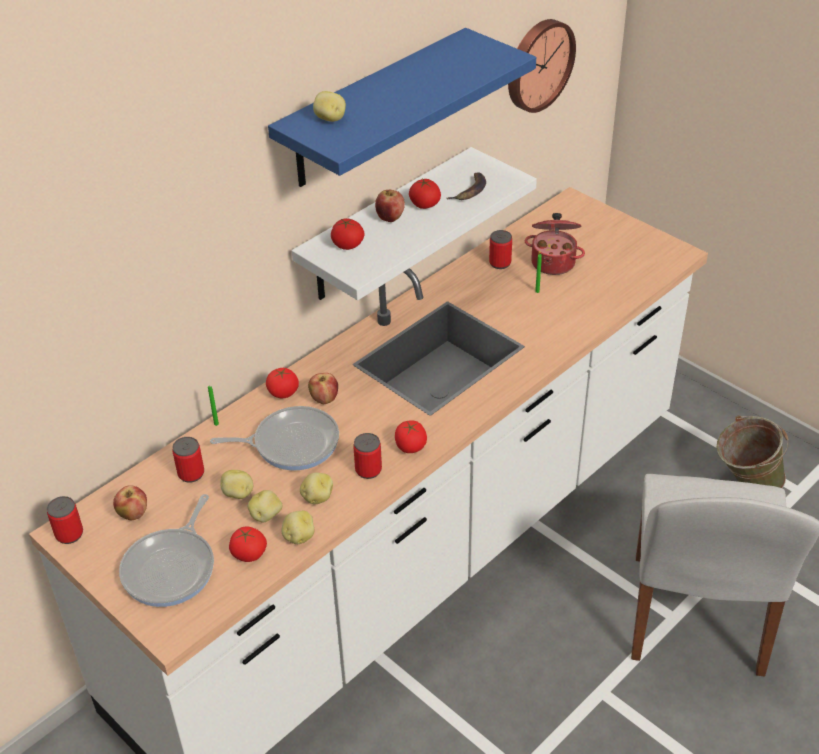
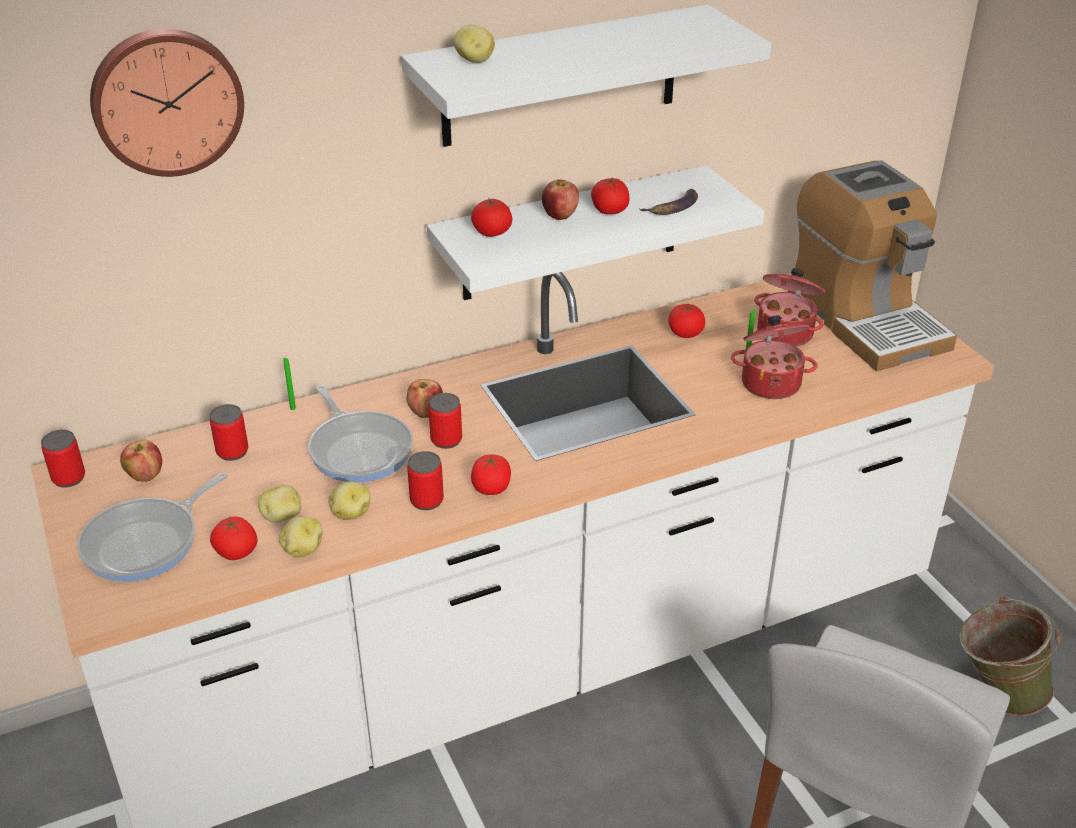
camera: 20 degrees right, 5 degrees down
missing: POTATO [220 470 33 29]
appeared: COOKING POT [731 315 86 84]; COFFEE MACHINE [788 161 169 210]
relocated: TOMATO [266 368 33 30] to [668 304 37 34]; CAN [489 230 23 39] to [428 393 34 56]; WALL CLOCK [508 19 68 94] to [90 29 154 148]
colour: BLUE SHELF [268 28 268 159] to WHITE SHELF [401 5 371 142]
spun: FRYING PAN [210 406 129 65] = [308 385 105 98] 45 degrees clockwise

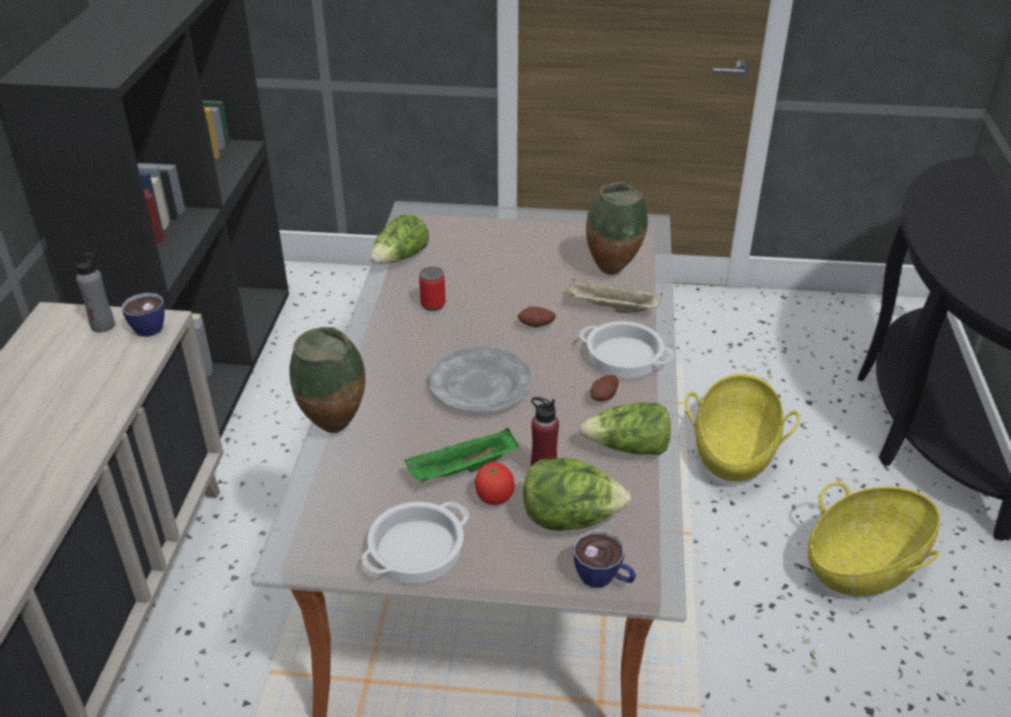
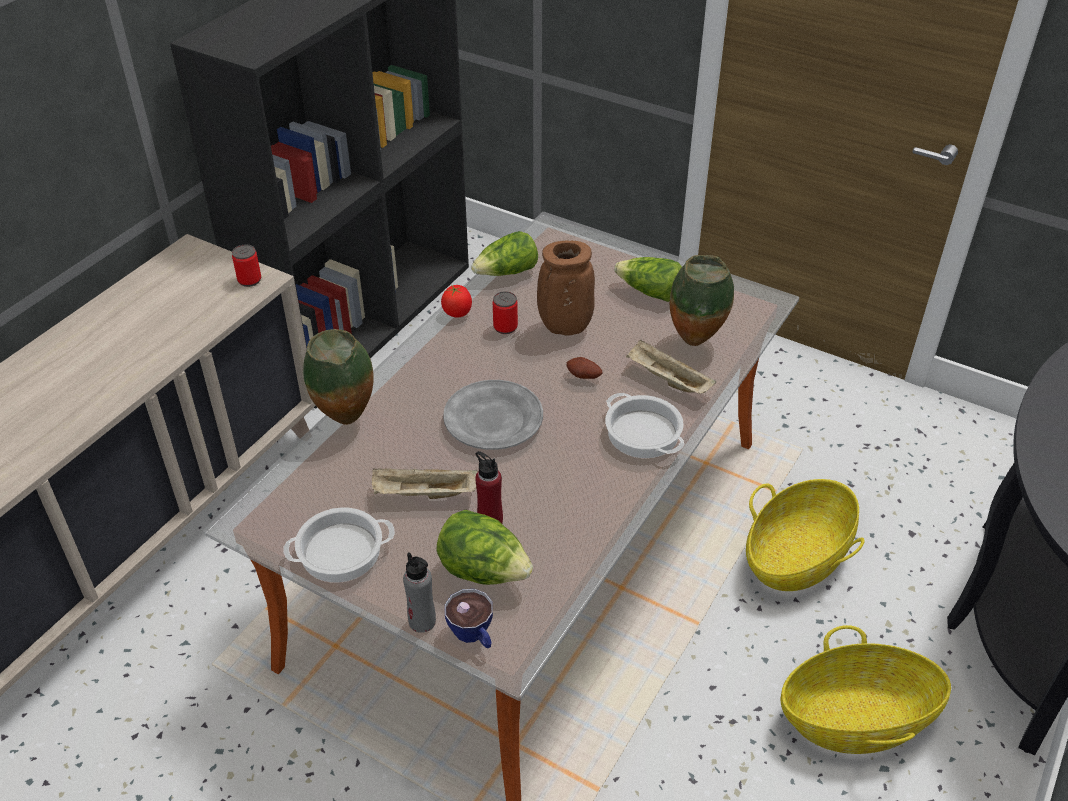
camera: 25 degrees right, 5 degrees up
missing: POTATO [591 375 28 26]
appeared: BROWN VASE [537 240 58 95]
relocated: GREY BOTTLE [75 253 40 80] to [403 552 33 81]; TOMATO [475 462 40 43] to [441 285 31 33]; LETTUCE [580 402 91 53] to [614 257 68 45]
exchanged: CUP [122 293 43 44] to CAN [232 244 29 43]
colour: GREEN TRAY [404 428 114 55] to BEIGE TRAY [372 468 106 31]

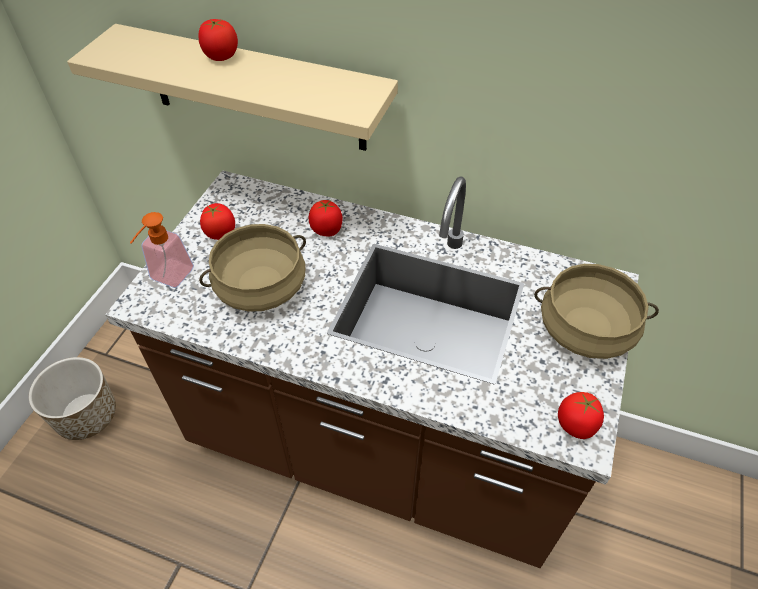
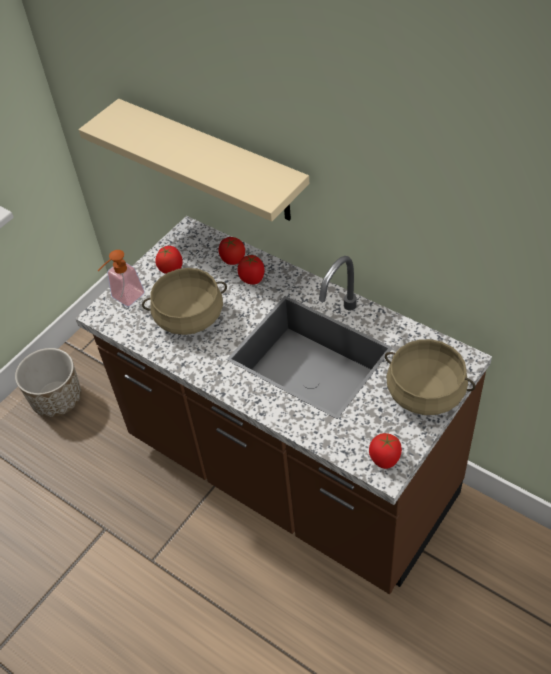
camera: 20 degrees right, 0 degrees up
relocated: TOMATO [198 19 40 42] to [219 237 26 28]

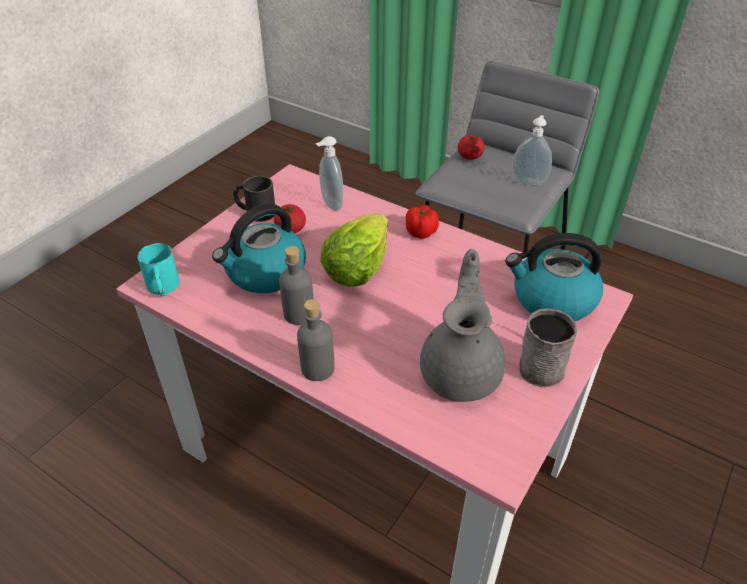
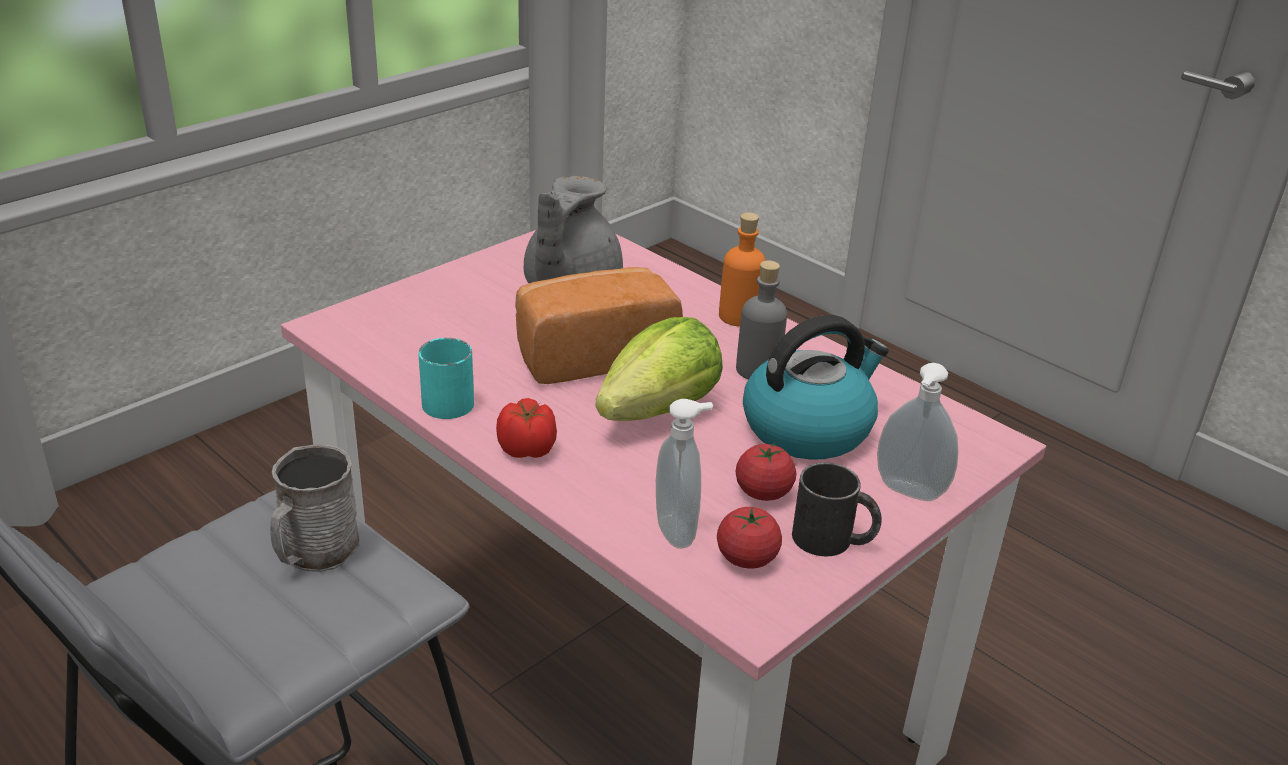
camera: 170 degrees left, 10 degrees down
missing: KETTLE [505 233 98 88]
appeared: BREAD [515 267 168 117]
relocated: TURQUOISE MUG [137 243 43 54] to [418 338 56 81]; TOMATO [458 134 27 26] to [717 507 65 62]; SOAP DISPENSER [512 115 40 70] to [877 363 81 138]; GREY MUG [519 308 58 80] to [270 445 90 127]
colour: GREY BOTTLE [297 299 38 82] to ORANGE BOTTLE [719 213 47 114]

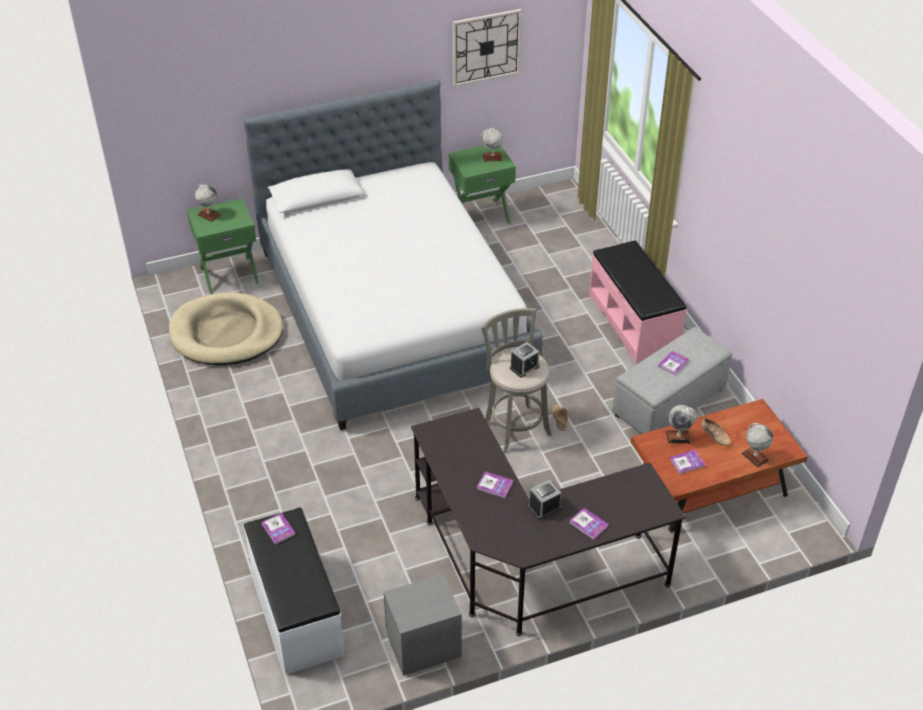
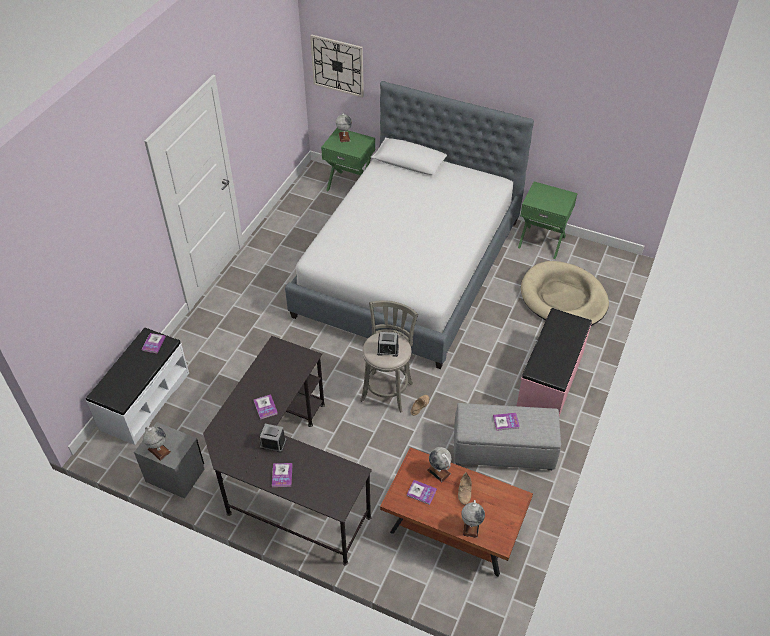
camera: 45 degrees right, 5 degrees up
relocated: BEIGE DOG BED [169 292 114 73] to [521 261 88 65]; WALL CLOCK [453 9 69 78] to [310 34 54 64]; GLOBE [481 128 22 33] to [143 426 28 35]

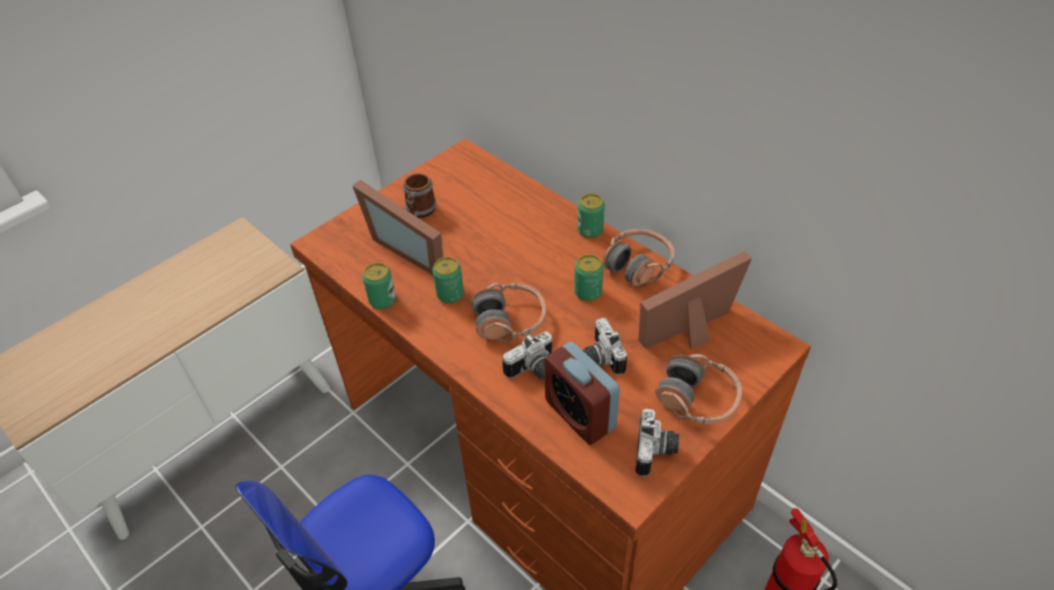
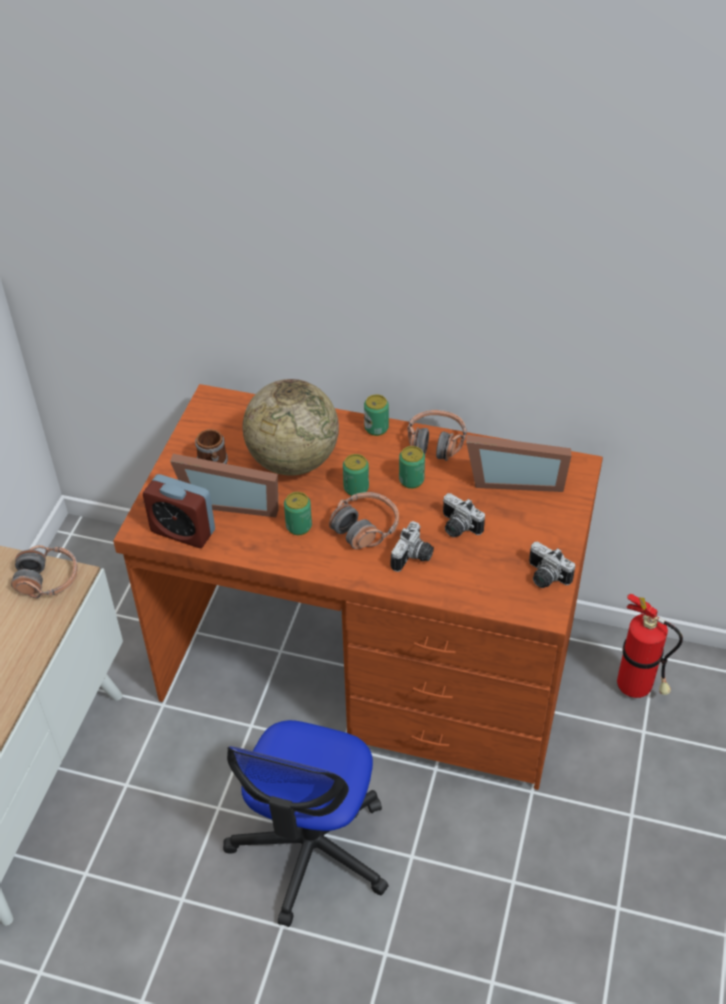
camera: 30 degrees left, 0 degrees up
appeared: GLOBE [243 379 96 97]
relocated: CAN [362 263 34 47] to [343 454 26 42]; ALARM CLOCK [544 341 76 104] to [143 474 72 74]; HEADPHONES [655 354 87 70] to [11 545 67 53]
spun: PHOTO CAMERA [635 409 44 68] = [529 542 46 46] 150 degrees clockwise; PICTURE FRAME [639 250 113 99] = [466 435 105 57] 120 degrees counterclockwise

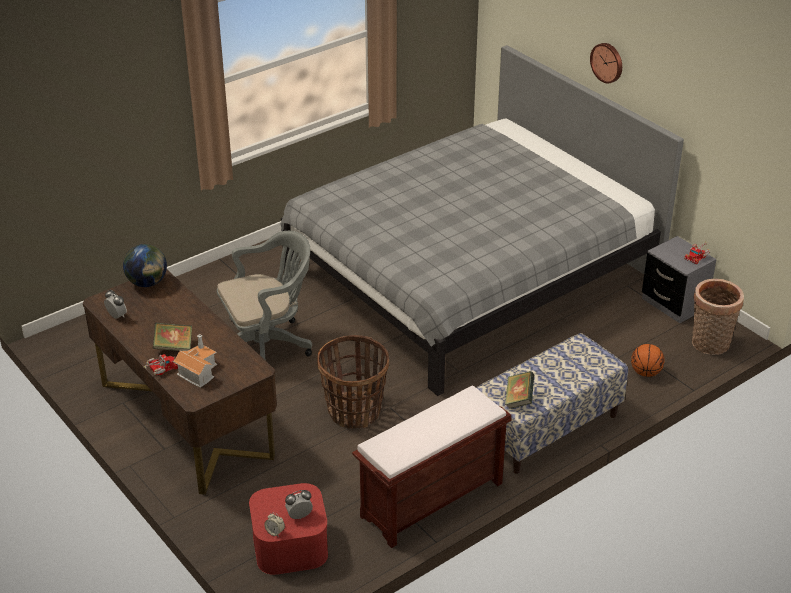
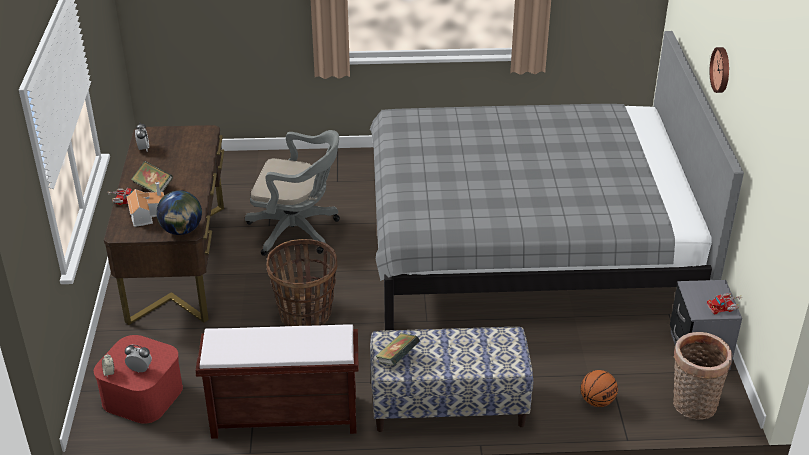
camera: 35 degrees right, 0 degrees up
relocated: GLOBE [123 244 44 43] to [156 190 46 45]

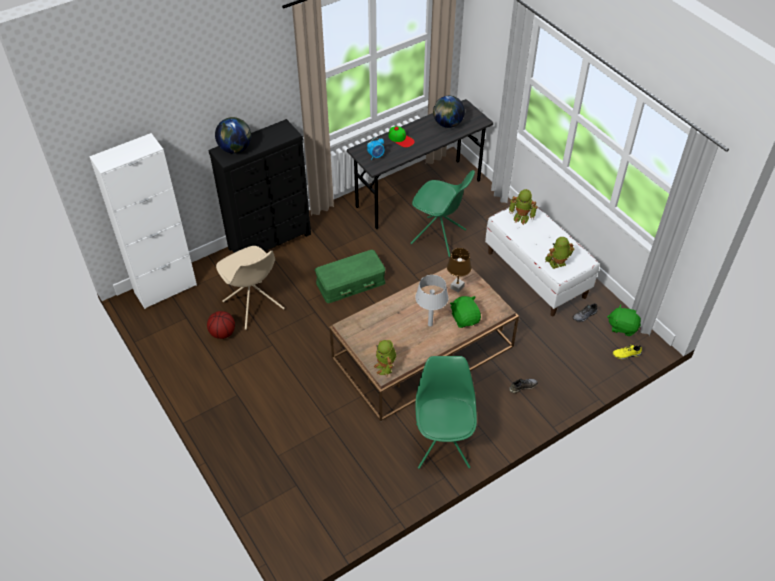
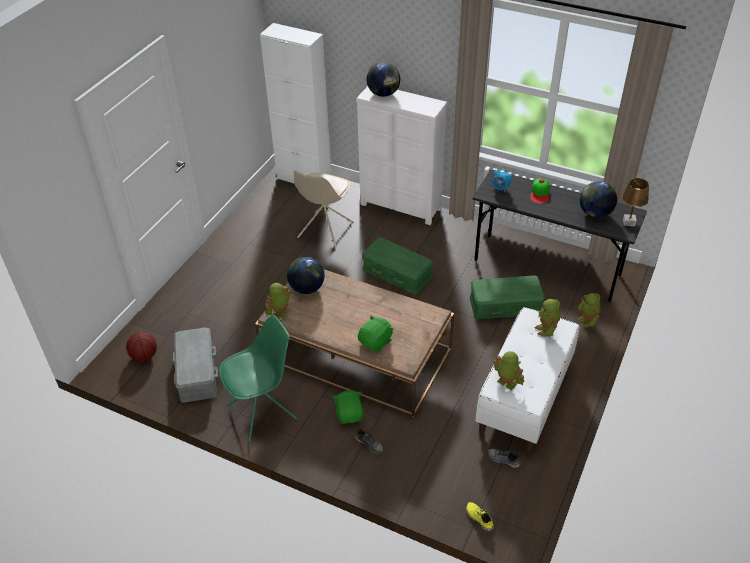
camera: 60 degrees right, 5 degrees down
missing: GREY TABLE LAMP [415 275 33 52]
appeared: GREY STORAGE BOX [173 327 45 76]; GLOBE [287 257 38 37]; TOY ROBOT [576 293 24 35]
relocated: BASKETBALL [207 311 28 28] to [126 332 31 30]; BROWN TABLE LAMP [447 248 25 45] to [622 178 27 48]; GREEN PLUSH TOY [607 305 34 31] to [333 390 31 34]
exchanged: GREEN CHAIR [411 170 64 87] to GREEN STORAGE BOX [470 276 75 44]
colour: BLACK DRESSER [209 119 102 134] to WHITE DRESSER [356 86 91 139]

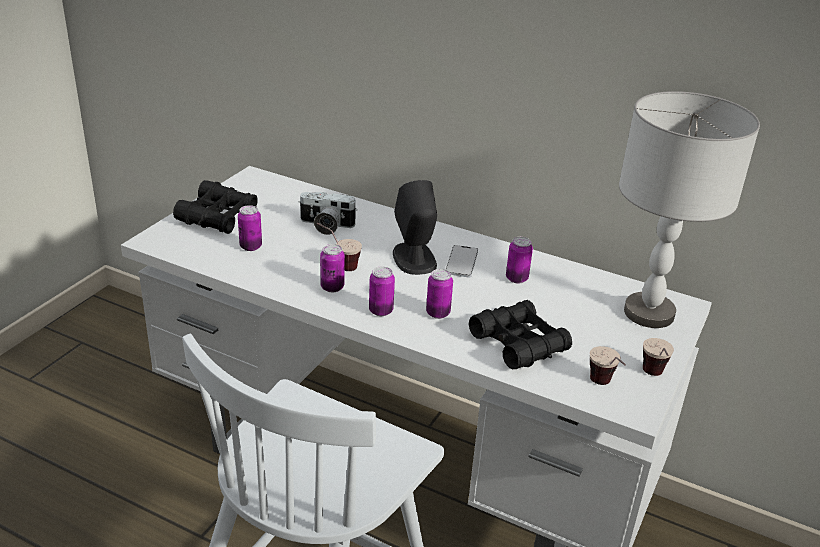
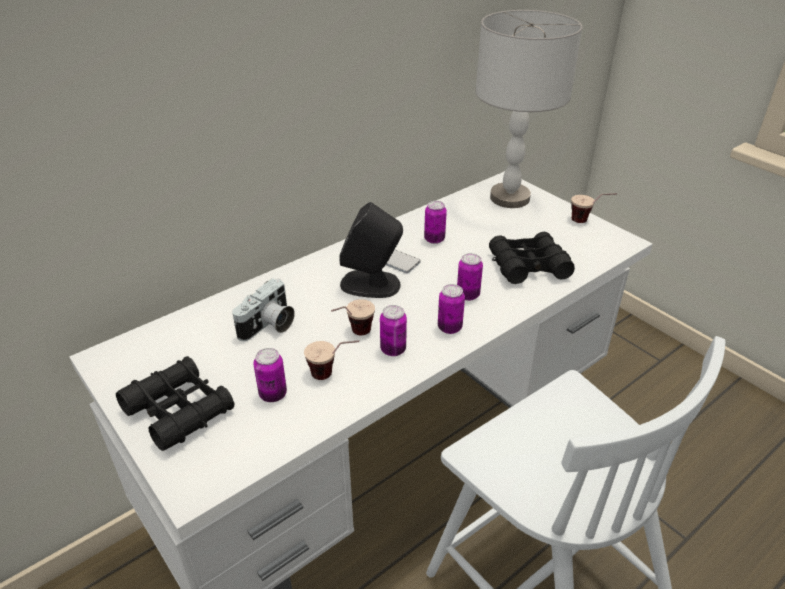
camera: 65 degrees left, 5 degrees up
relocated: CUP [590 346 36 39] to [304 340 55 40]

